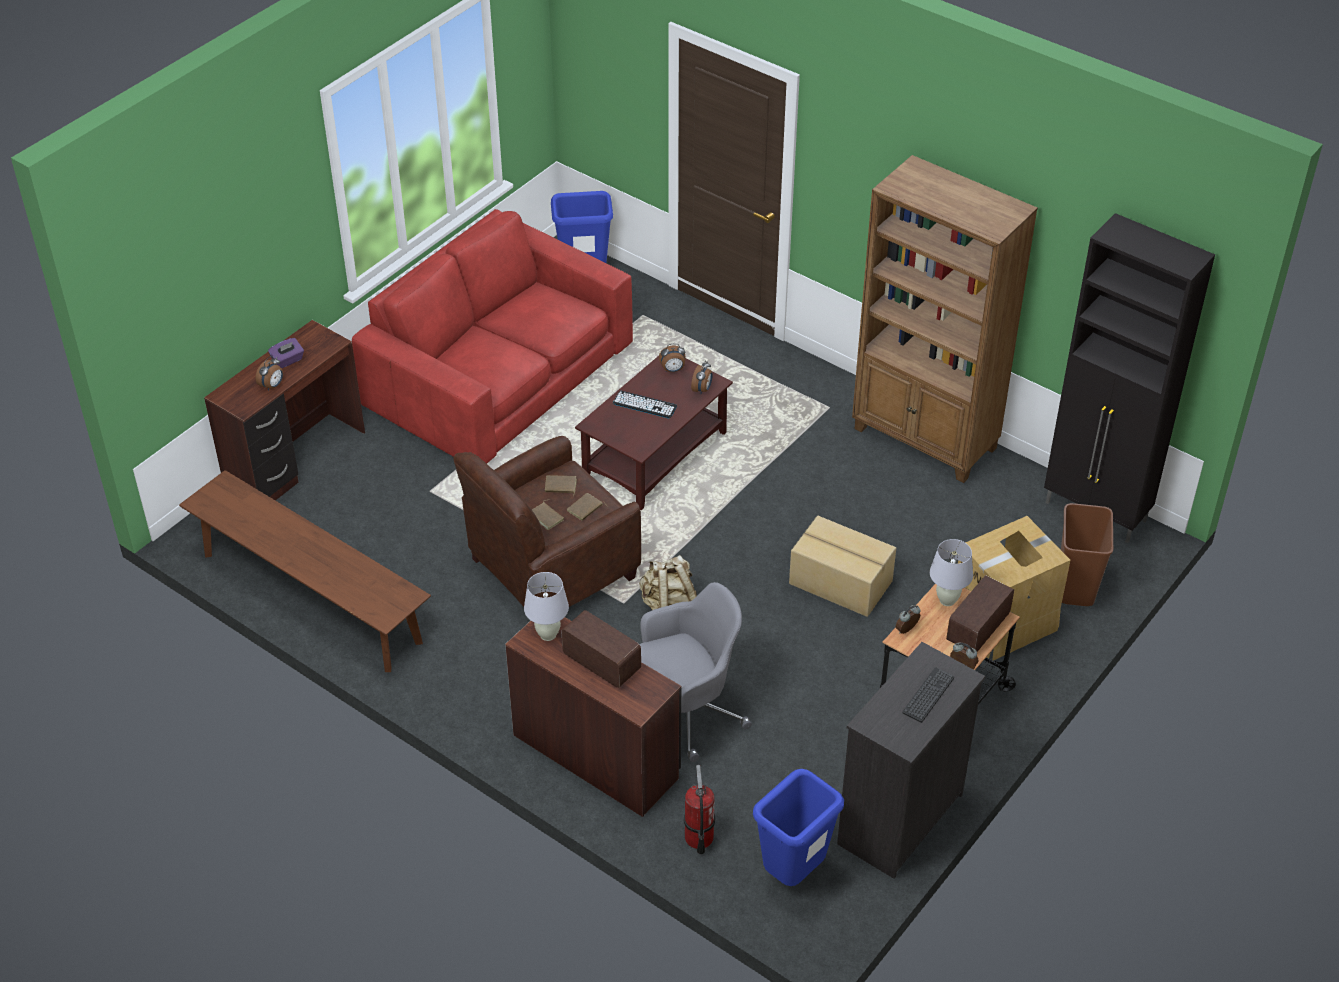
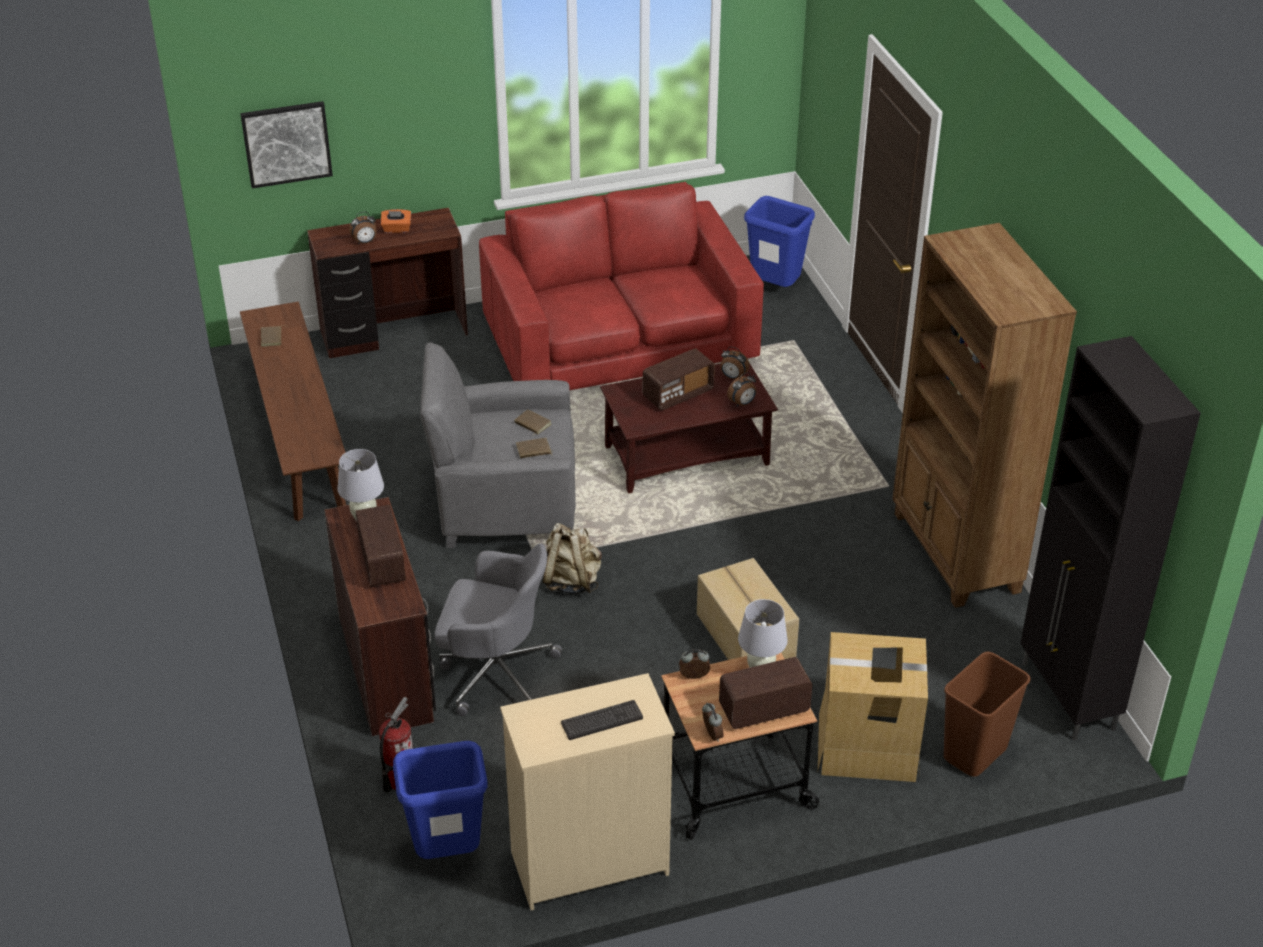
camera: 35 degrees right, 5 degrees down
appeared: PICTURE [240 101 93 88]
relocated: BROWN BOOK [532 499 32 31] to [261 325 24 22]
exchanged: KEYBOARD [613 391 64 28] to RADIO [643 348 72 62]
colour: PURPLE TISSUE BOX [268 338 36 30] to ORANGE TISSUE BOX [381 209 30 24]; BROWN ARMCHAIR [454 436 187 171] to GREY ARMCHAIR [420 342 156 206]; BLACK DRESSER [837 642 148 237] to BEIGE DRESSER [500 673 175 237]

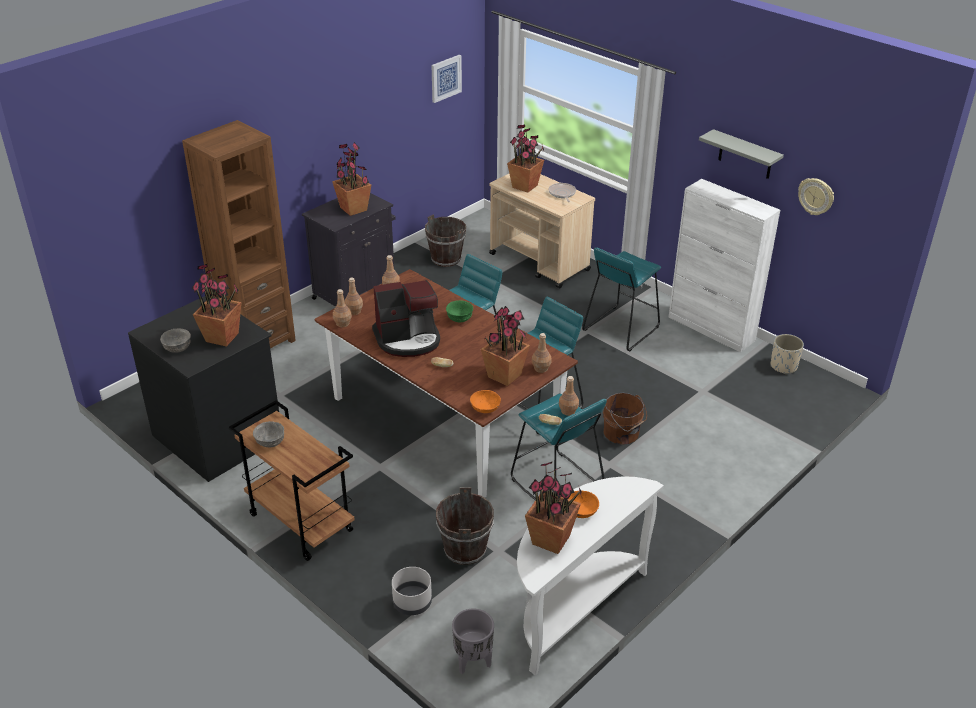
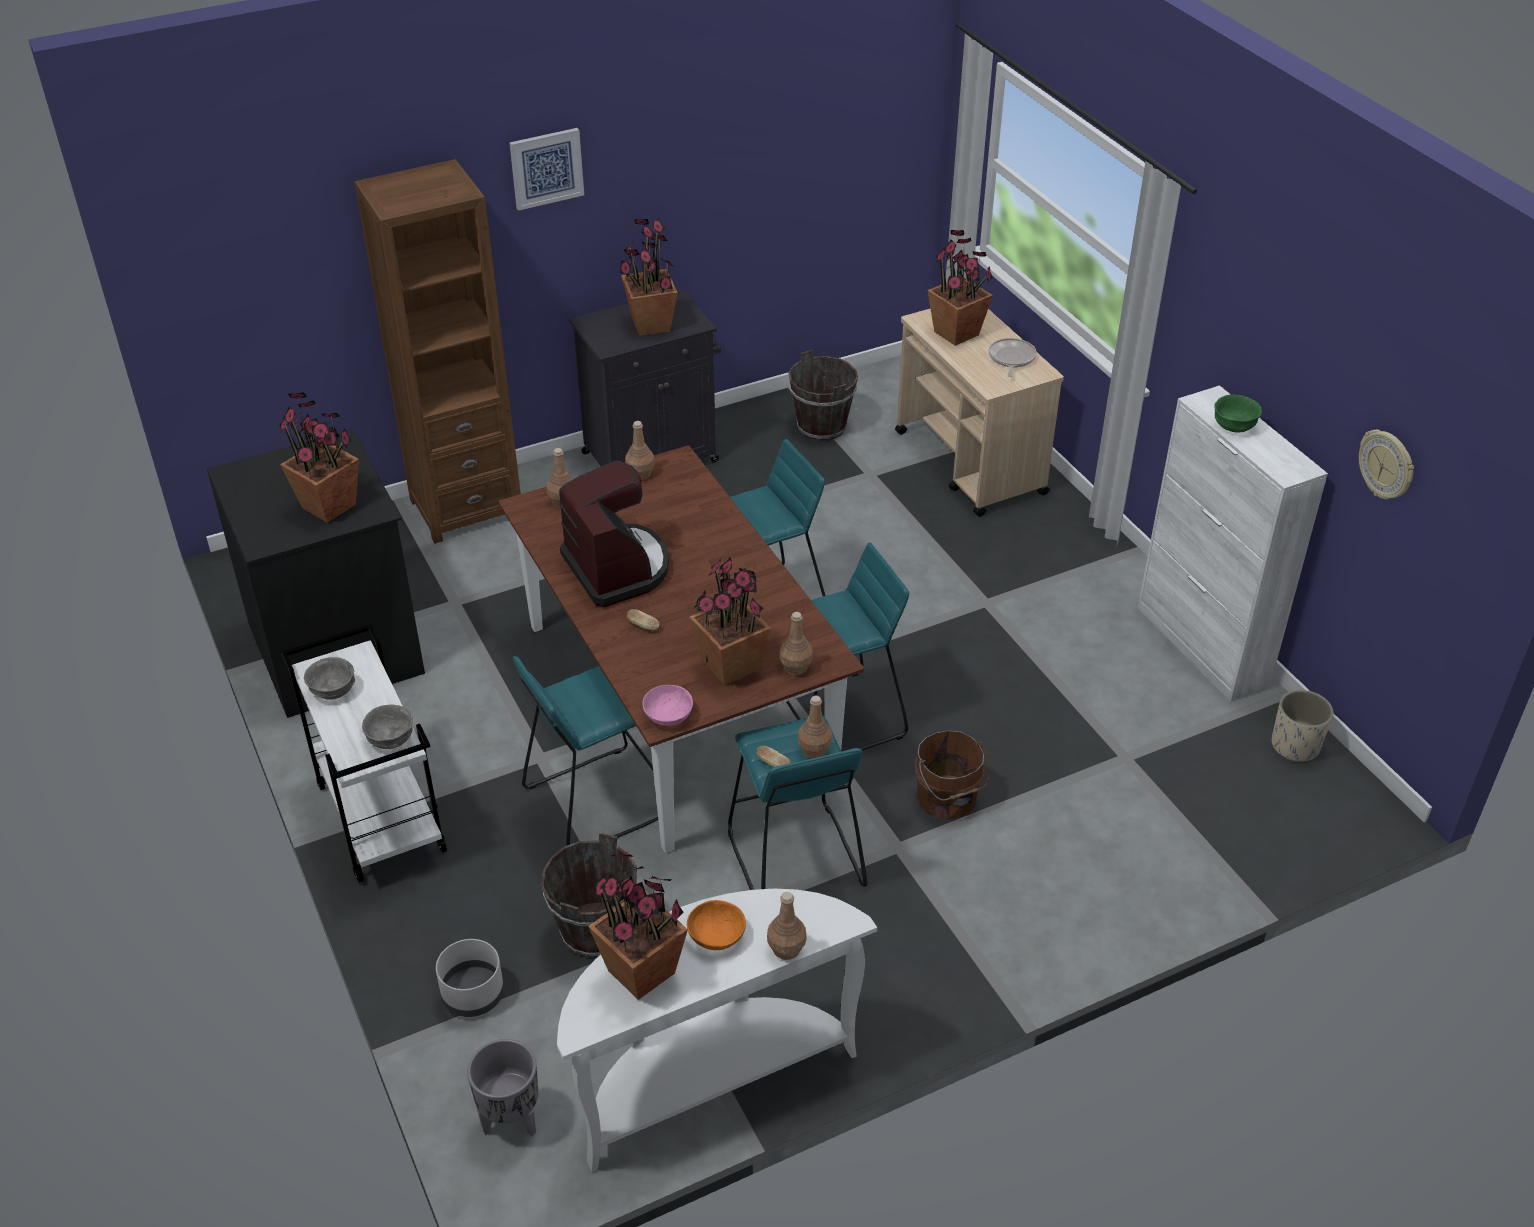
camera: 20 degrees right, 5 degrees up
missing: GREY SHELF [699 129 85 50]
relocated: GREY BOWL [160 328 31 25] to [362 704 51 45]; BROWN BOTTLE [333 289 19 38] to [767 892 40 68]; PICTURE [431 55 31 48] to [509 128 75 83]; GREEN BOWL [446 300 27 22] to [1214 395 48 37]; TURQUOISE STOOL [582 248 79 103] to [513 656 145 190]
colour: BROWN CART [229 400 126 161] to WHITE CART [282 624 165 259]; ORANGE BOWL [470 390 31 23] to PINK BOWL [642 685 51 41]
spun: COFFEE MACHINE [372 280 68 77] = [559 460 110 147] 120 degrees counterclockwise

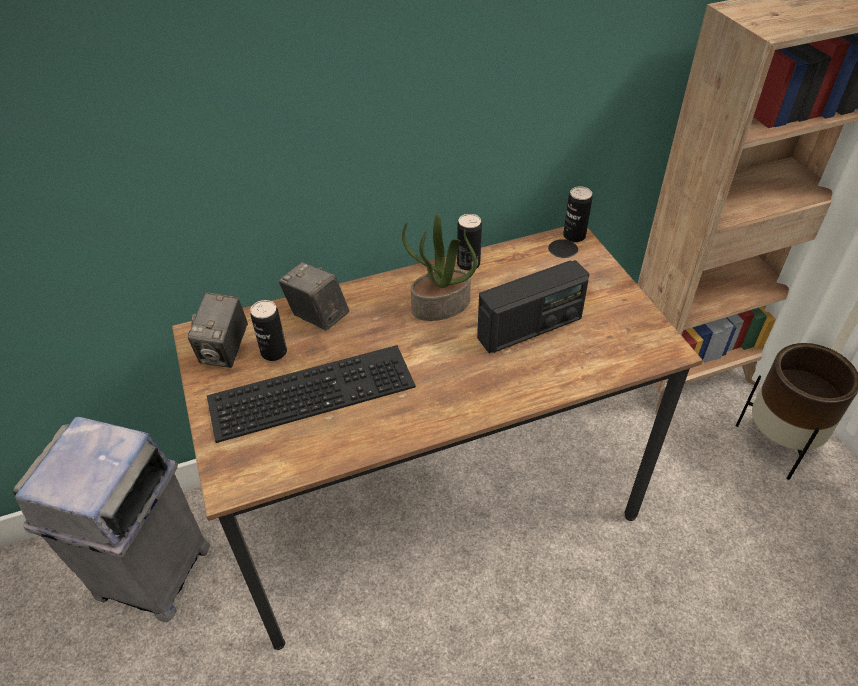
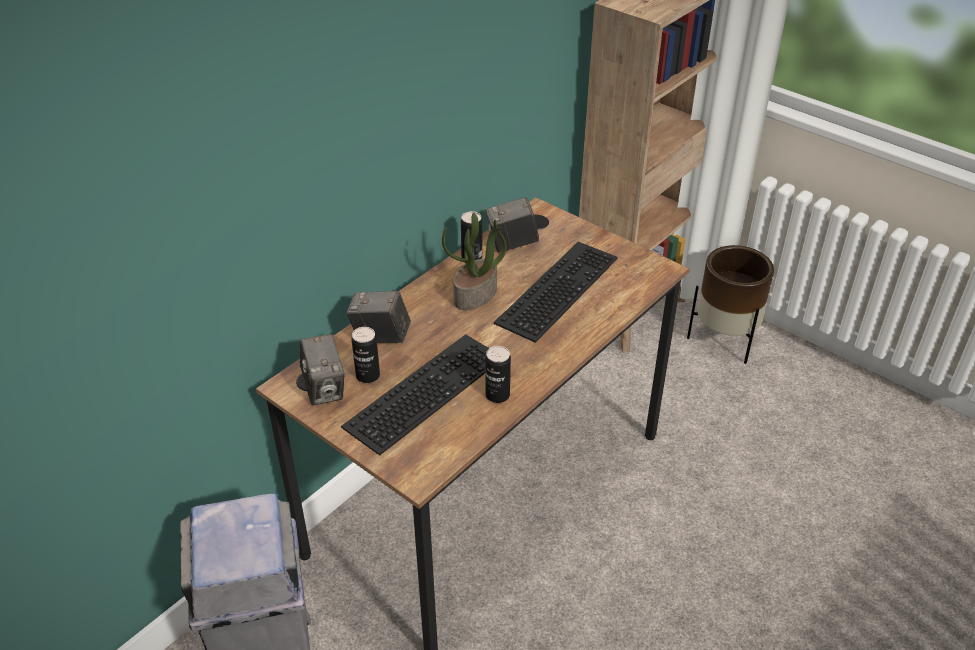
camera: 30 degrees left, 5 degrees down
appeared: PHOTO CAMERA [486 197 53 55]
relocated: CAN [563 186 29 56] to [485 346 26 57]
exchanged: RADIO [477 260 112 93] to KEYBOARD [494 242 124 101]

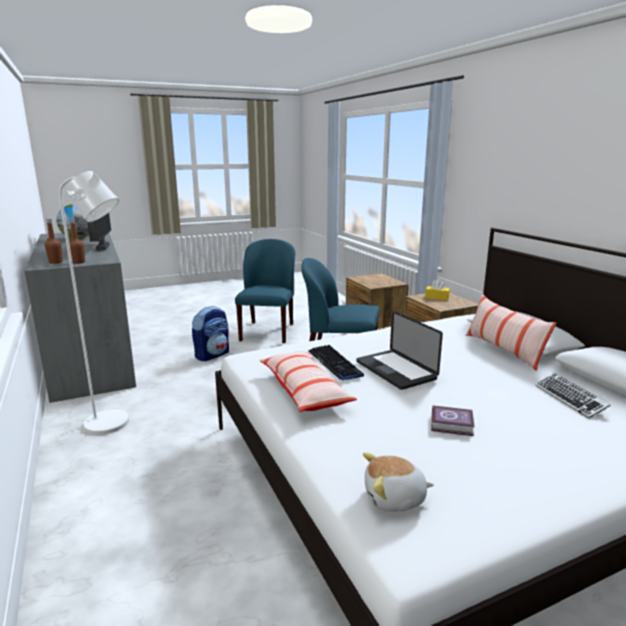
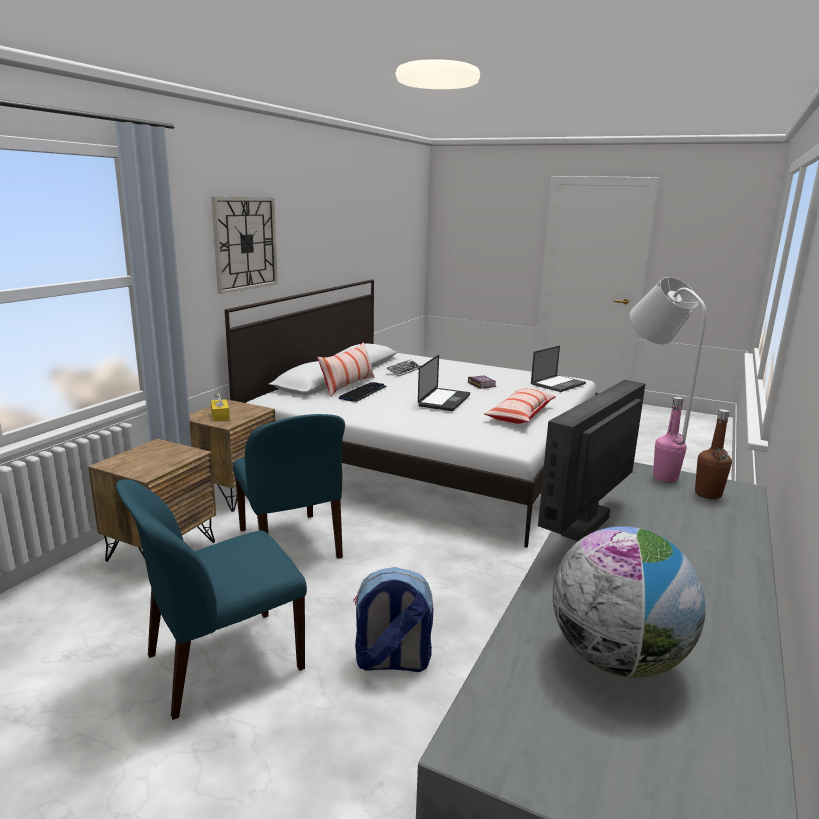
camera: 130 degrees left, 0 degrees up
appeared: WALL CLOCK [211 197 67 97]
relocated: KEYBOARD [308 345 56 35] to [339 382 48 20]
exchanged: PLUSH TOY [363 452 71 60] to LAPTOP [531 346 55 46]
colour: BROWN BOTTLE [69 219 16 45] to PINK BOTTLE [653 397 34 85]

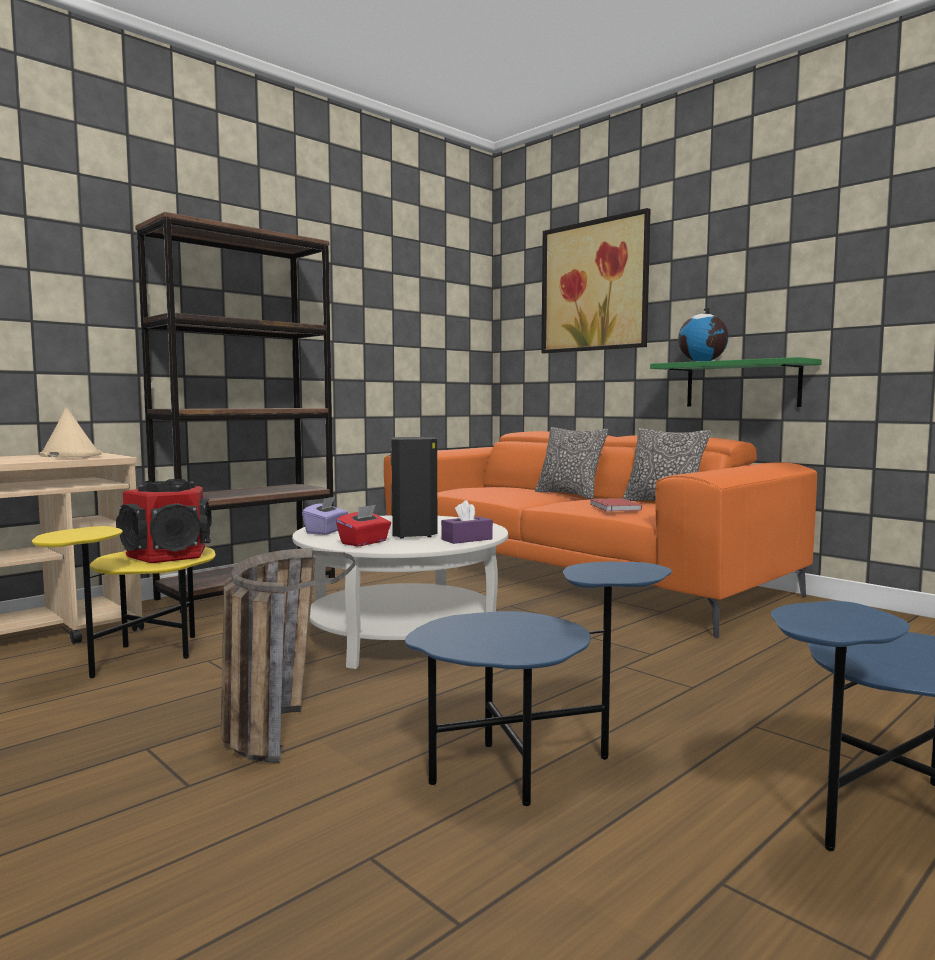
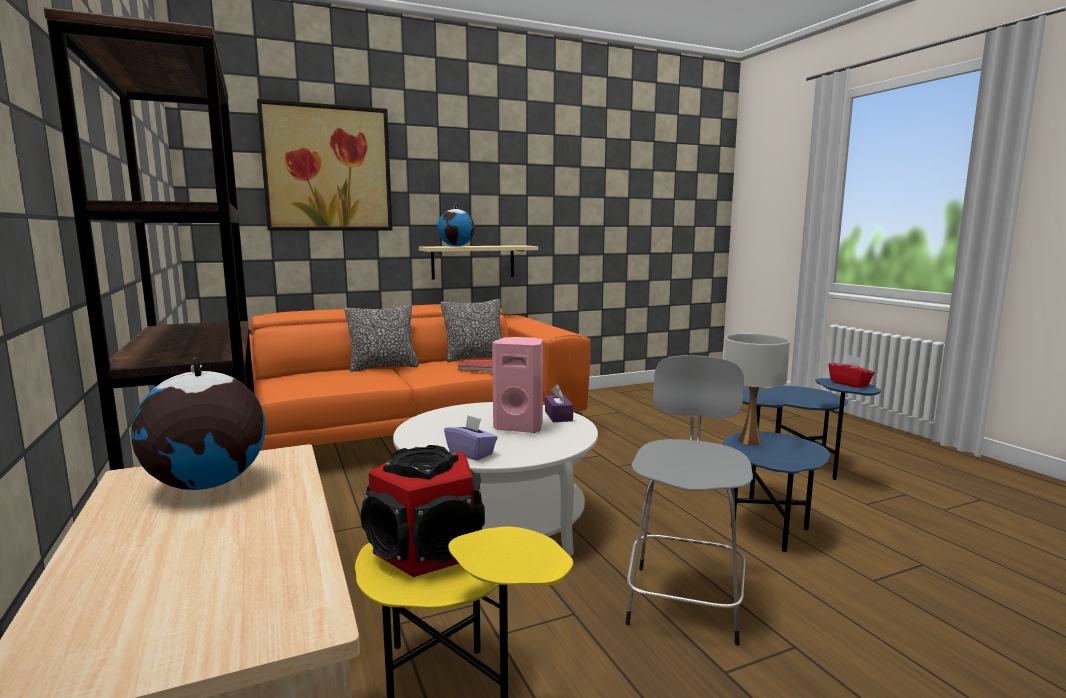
camera: 70 degrees left, 5 degrees up
appeared: WHITE TABLE LAMP [724 334 66 111]
relocated: RED TISSUE BOX [336 505 55 42] to [829 355 45 33]
exchanged: BEIGE HAT [39 407 63 51] to GLOBE [131 357 135 133]; BASKET [221 548 134 215] to GREY STOOL [625 355 128 291]
colour: BLACK SPEAKER [391 437 47 102] to PINK SPEAKER [492 337 51 96]; GREEN SHELF [650 357 172 50] to BEIGE SHELF [419 245 119 35]

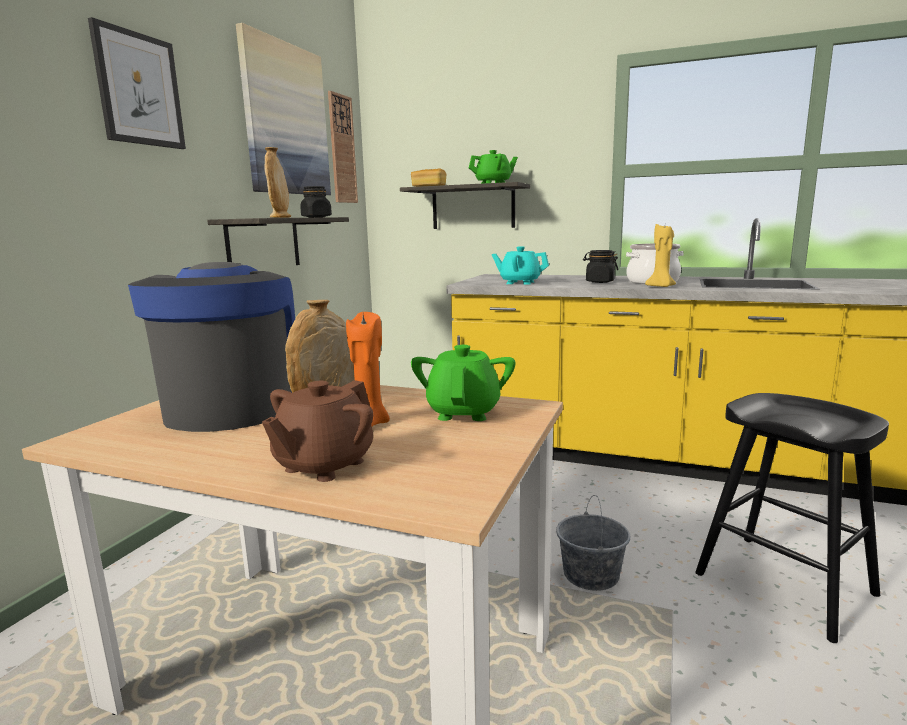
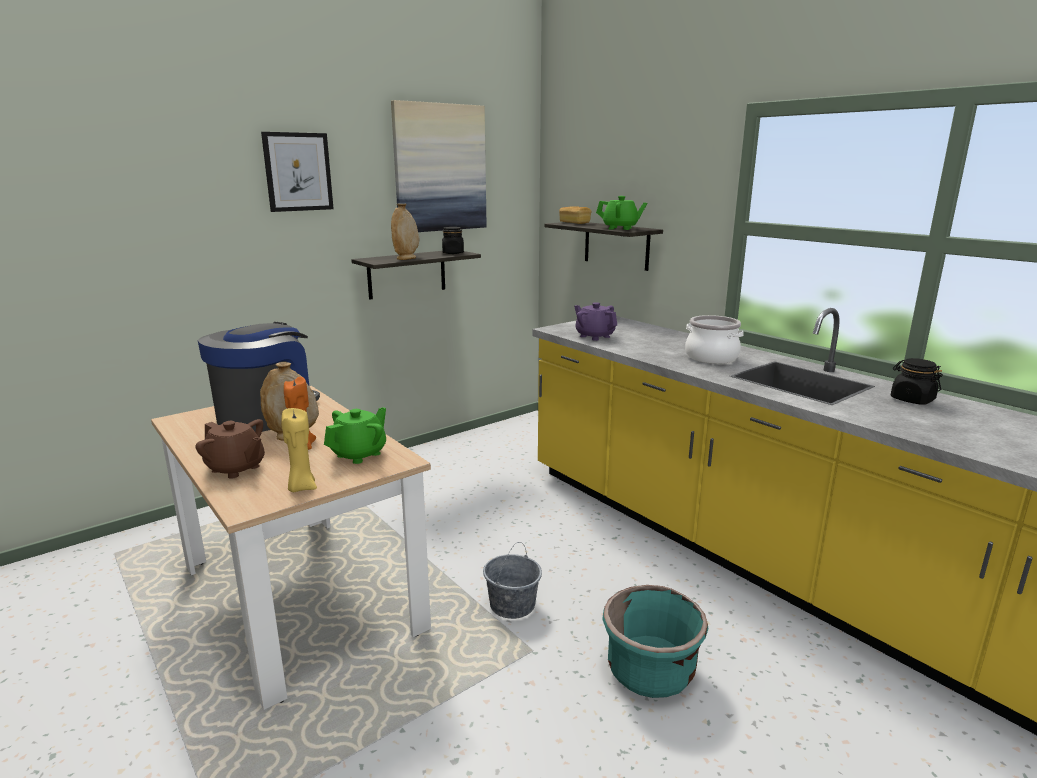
camera: 30 degrees right, 5 degrees up
missing: WALL CLOCK [328 91 30 112]
relocated: BLACK JAR [583 250 35 33] to [891 358 52 47]; YELLOW CANDLE [645 224 31 63] to [281 408 36 84]
exchanged: BLACK STOOL [695 393 194 250] to TURQUOISE PLANTER [602 585 106 113]
colour: TURQUOISE TEAPOT [492 246 57 39] to PURPLE TEAPOT [574 302 43 39]
spun: BROWN TEAPOT [262 380 111 102] = [195 419 70 60] 120 degrees counterclockwise

